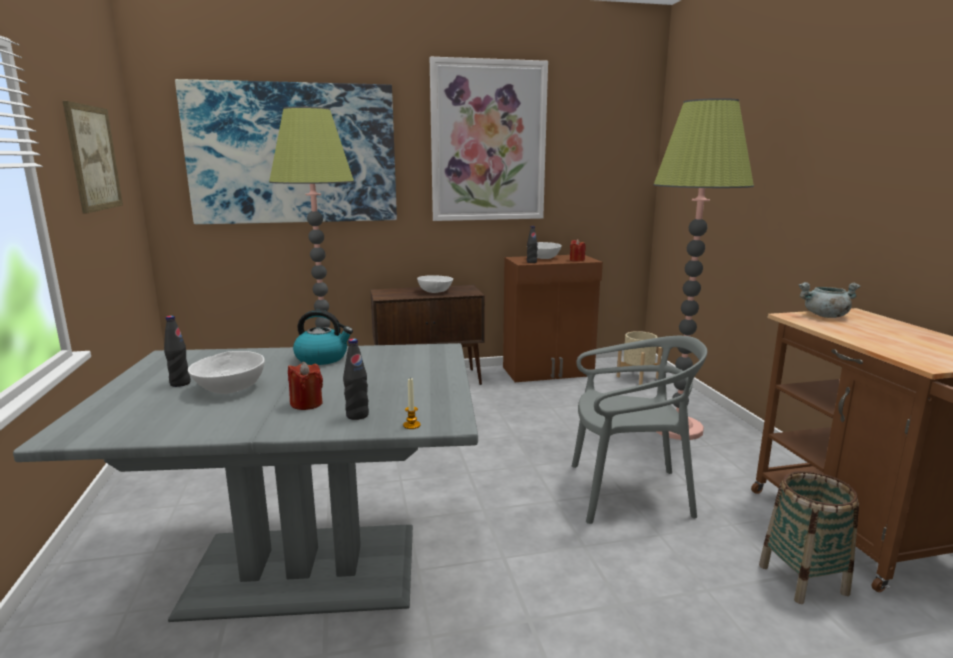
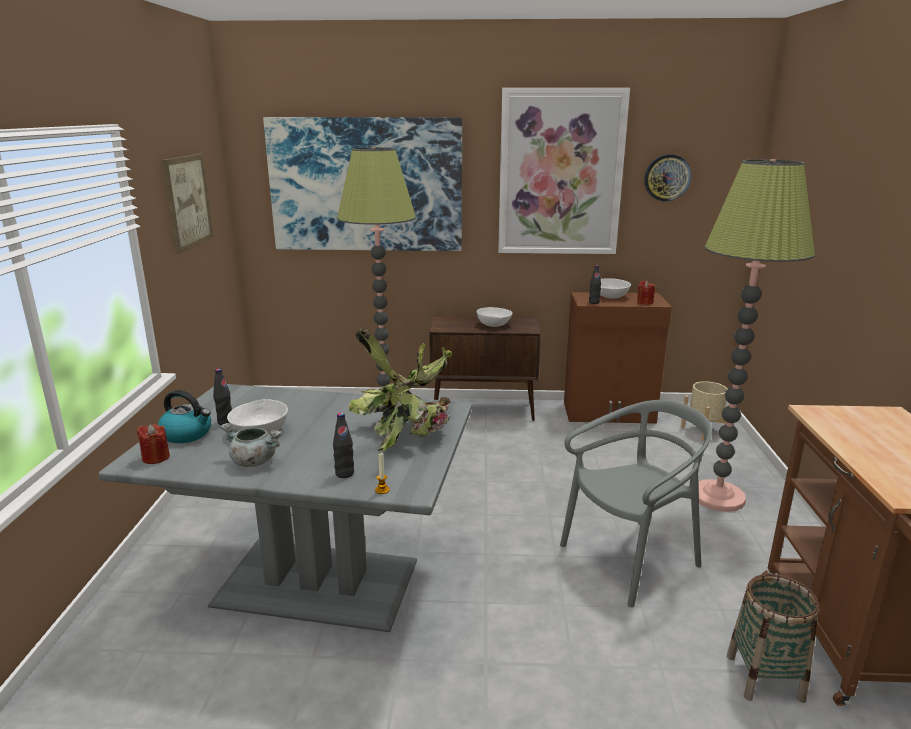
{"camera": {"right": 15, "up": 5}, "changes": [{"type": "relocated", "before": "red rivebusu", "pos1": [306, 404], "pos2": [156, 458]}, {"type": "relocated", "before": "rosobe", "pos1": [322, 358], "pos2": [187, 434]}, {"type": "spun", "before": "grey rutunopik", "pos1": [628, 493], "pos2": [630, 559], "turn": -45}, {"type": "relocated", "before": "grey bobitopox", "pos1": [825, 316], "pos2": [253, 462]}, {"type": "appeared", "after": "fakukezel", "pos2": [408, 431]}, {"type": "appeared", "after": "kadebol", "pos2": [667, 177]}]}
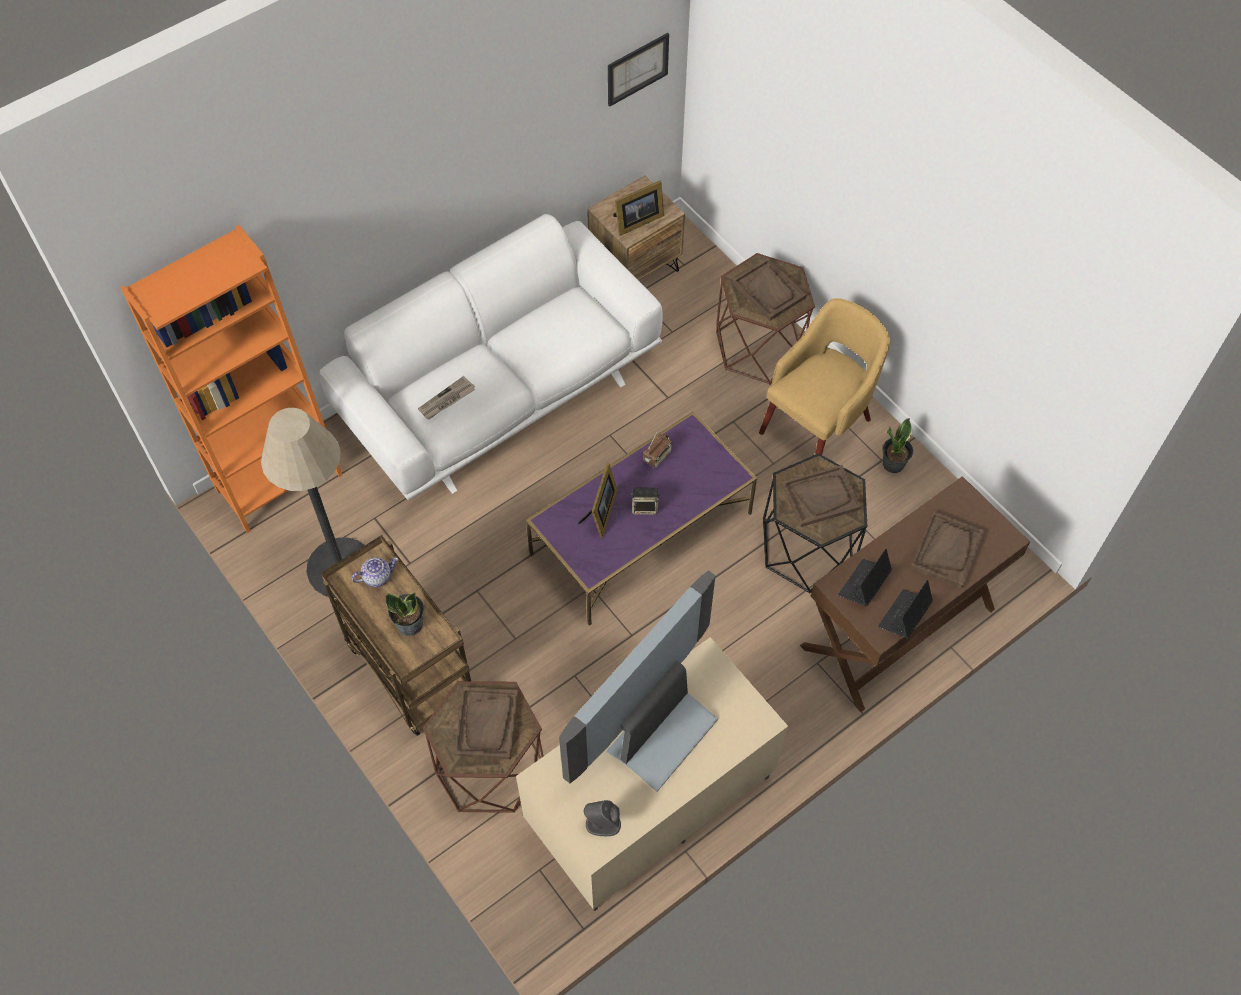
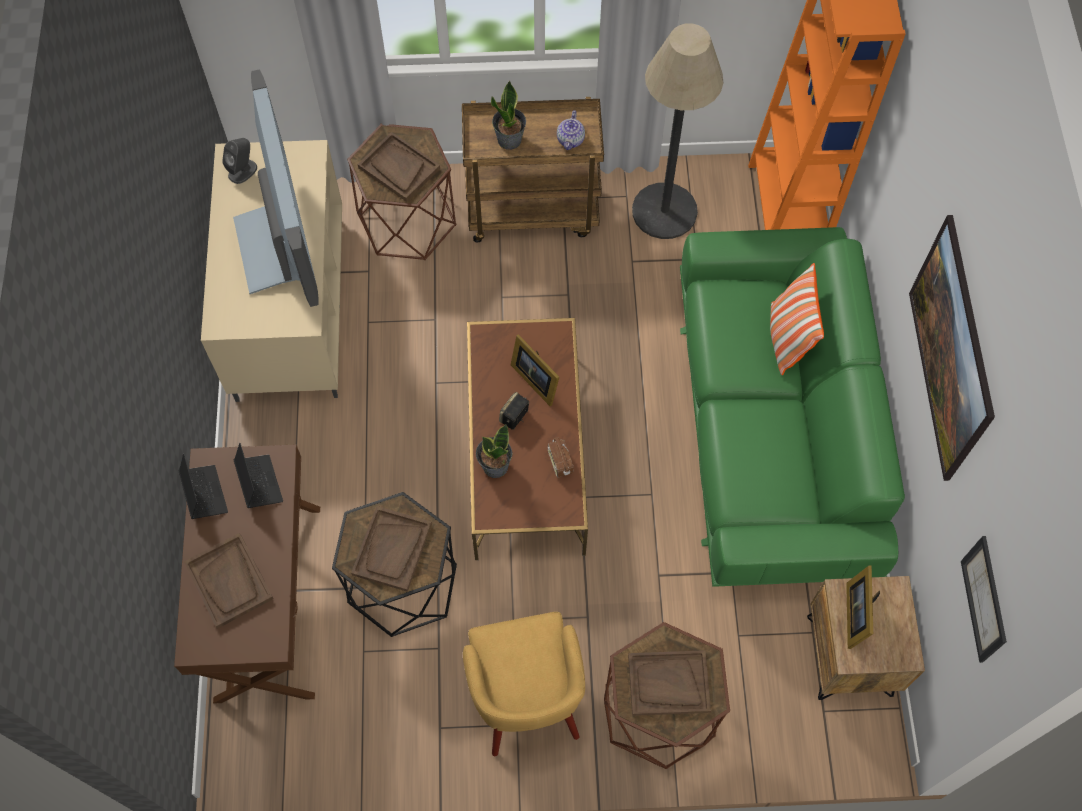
{"camera": {"right": 125, "up": 5}, "changes": [{"type": "colour", "before": "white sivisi", "after": "green sivisi", "pos1": [500, 389], "pos2": [771, 431]}, {"type": "missing", "before": "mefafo", "pos1": [446, 400]}, {"type": "colour", "before": "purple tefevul", "after": "brown tefevul", "pos1": [641, 533], "pos2": [526, 453]}, {"type": "relocated", "before": "fakukezel", "pos1": [893, 464], "pos2": [494, 466]}, {"type": "appeared", "after": "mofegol", "pos2": [787, 338]}, {"type": "appeared", "after": "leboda", "pos2": [940, 367]}]}
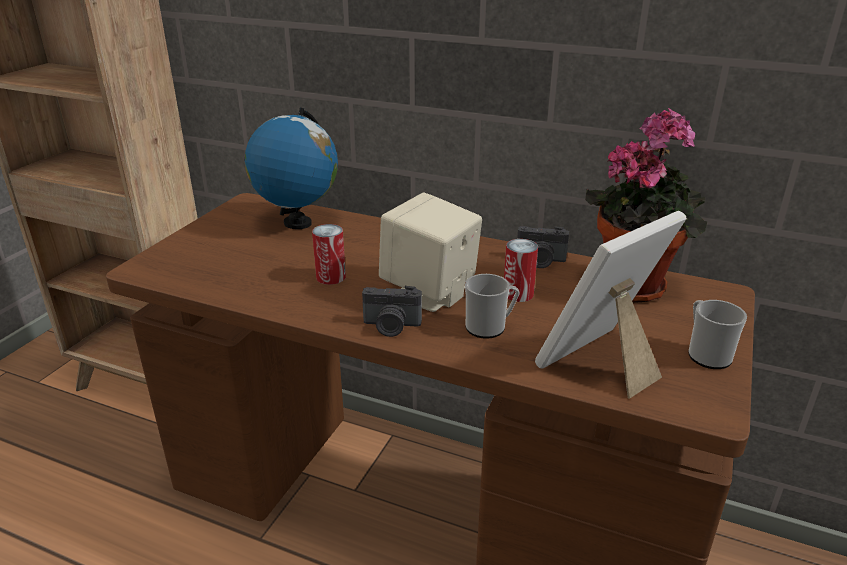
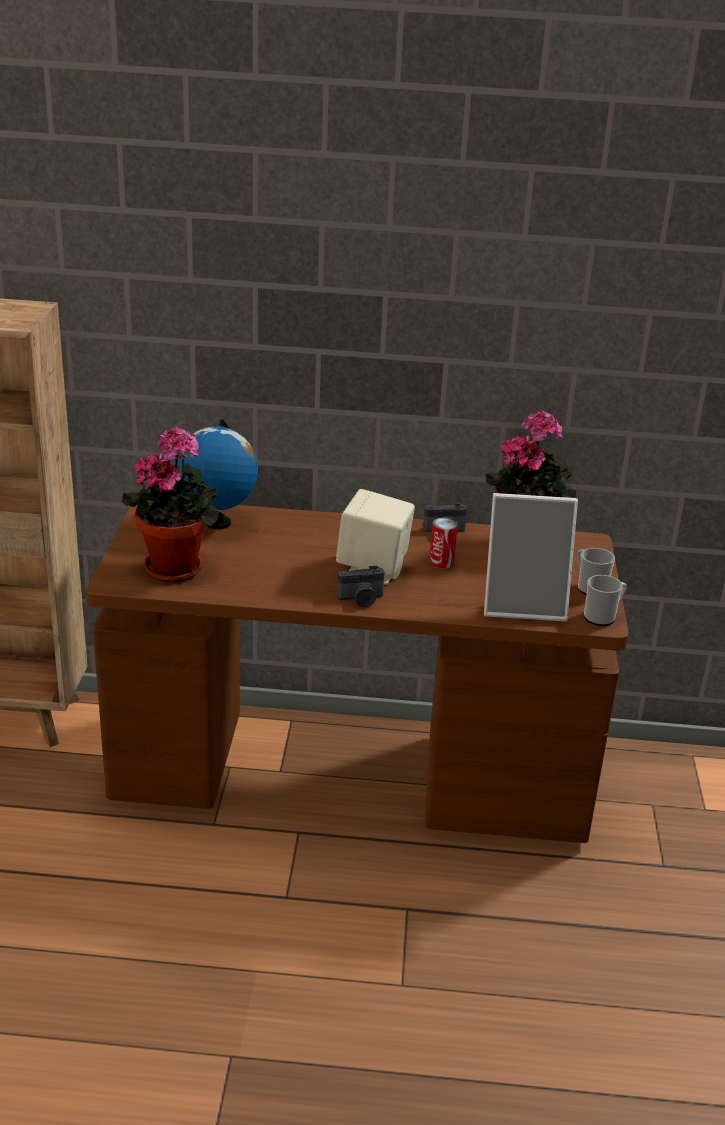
{"camera": {"right": -20, "up": 0}, "changes": [{"type": "missing", "before": "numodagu", "pos1": [331, 277]}, {"type": "relocated", "before": "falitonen", "pos1": [490, 327], "pos2": [602, 617]}, {"type": "spun", "before": "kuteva", "pos1": [602, 364], "pos2": [524, 604], "turn": -120}, {"type": "appeared", "after": "fakukezel", "pos2": [177, 566]}]}
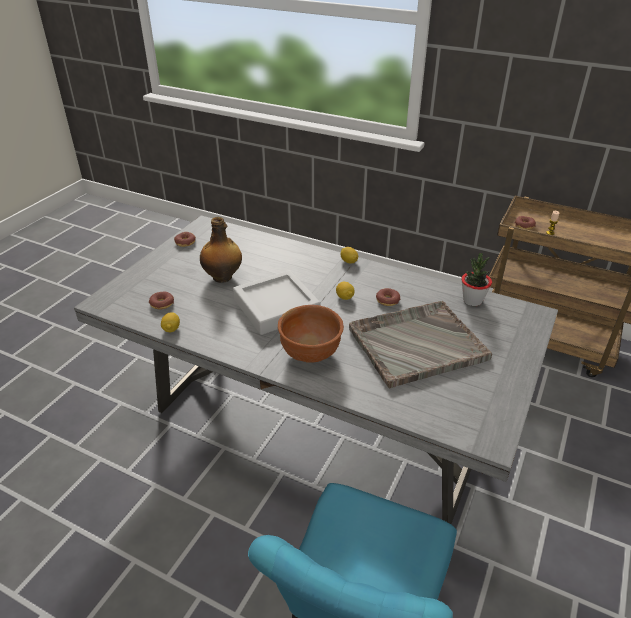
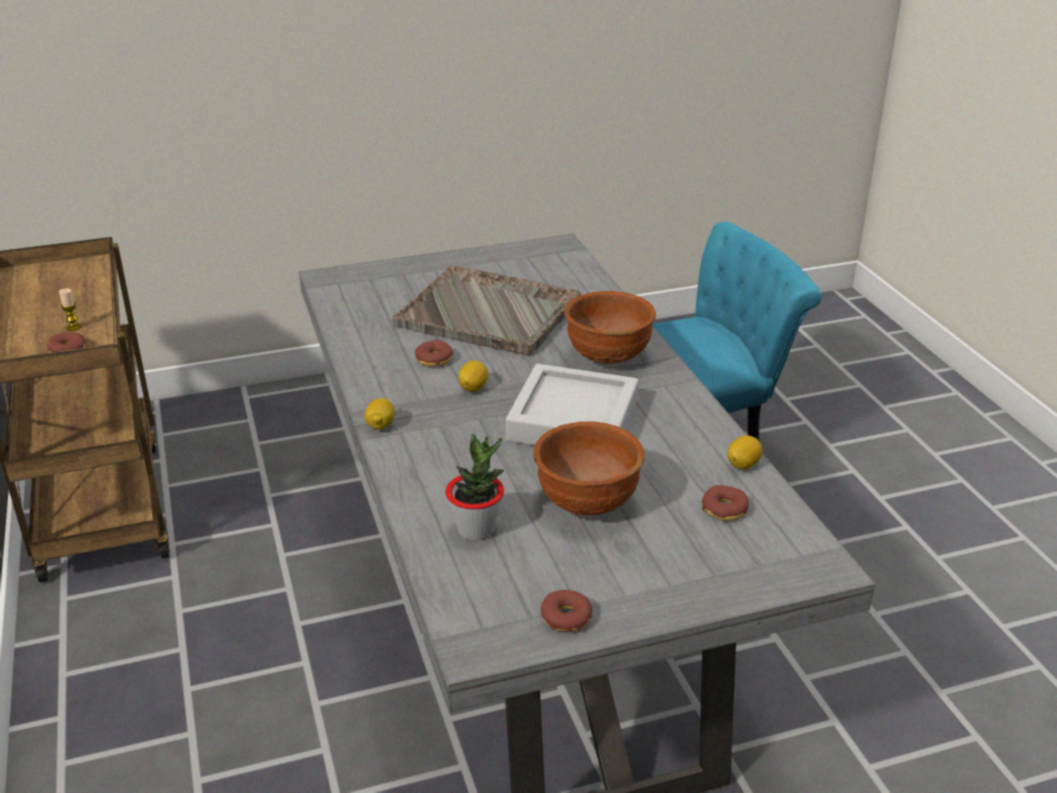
{"camera": {"right": -135, "up": -5}, "changes": [{"type": "exchanged", "before": "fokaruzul", "after": "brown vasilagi", "pos1": [223, 277], "pos2": [586, 503]}, {"type": "relocated", "before": "fakukezel", "pos1": [472, 301], "pos2": [476, 529]}]}
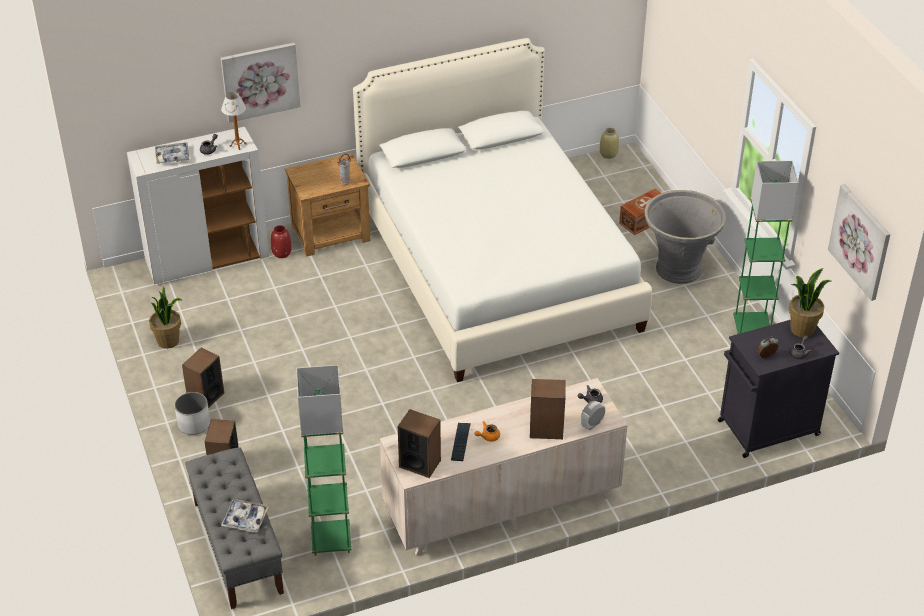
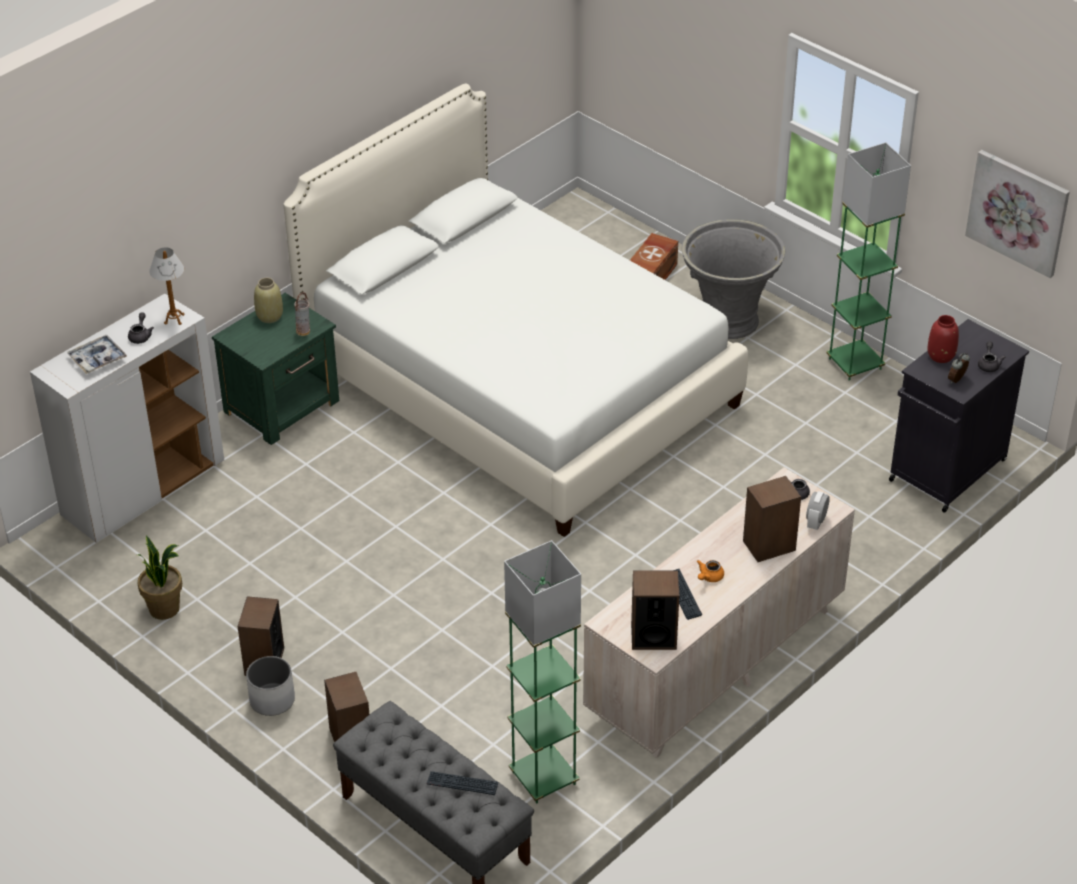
{"camera": {"right": -25, "up": 0}, "changes": [{"type": "missing", "before": "leboda", "pos1": [260, 81]}, {"type": "exchanged", "before": "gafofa", "after": "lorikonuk", "pos1": [245, 519], "pos2": [462, 784]}, {"type": "relocated", "before": "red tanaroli", "pos1": [282, 253], "pos2": [941, 355]}, {"type": "colour", "before": "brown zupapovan", "after": "green zupapovan", "pos1": [332, 233], "pos2": [283, 406]}, {"type": "relocated", "before": "beige tanaroli", "pos1": [608, 154], "pos2": [269, 316]}, {"type": "missing", "before": "fakukezel", "pos1": [802, 329]}]}
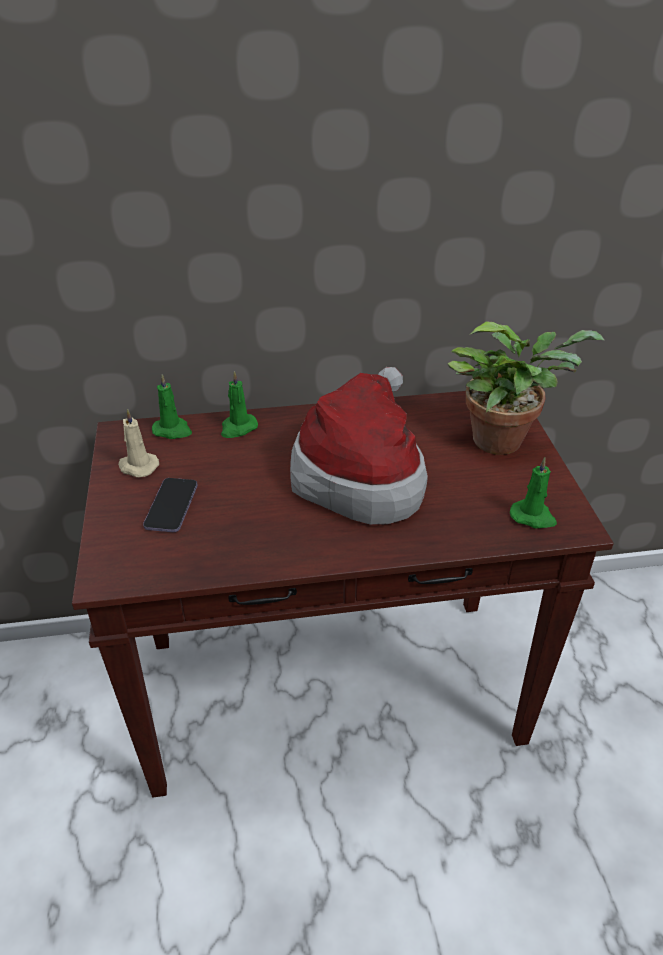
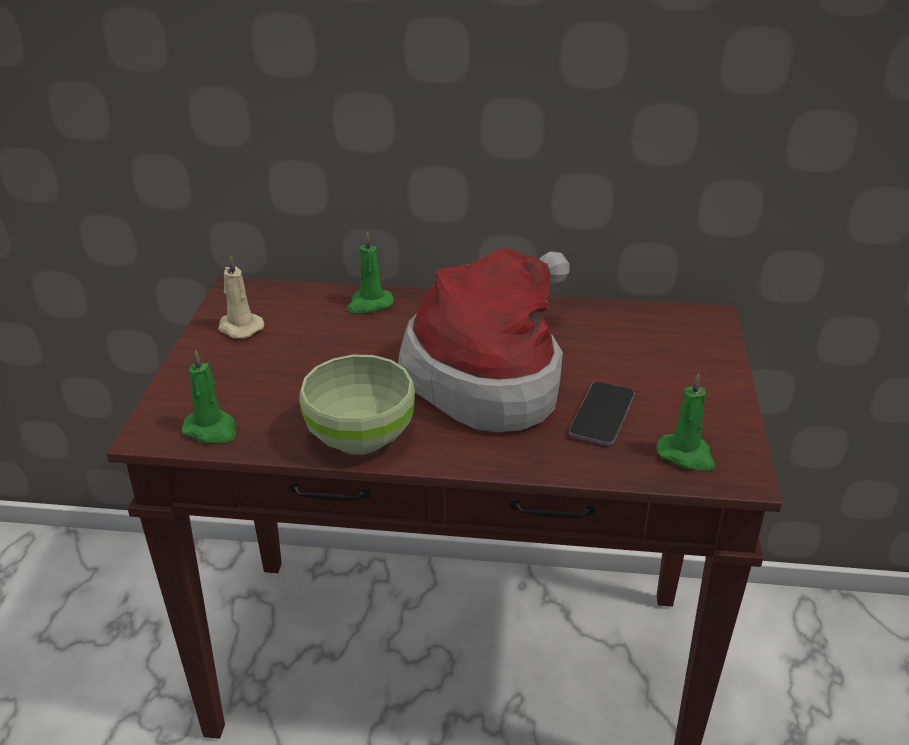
{"camera": {"right": 15, "up": -5}, "changes": [{"type": "relocated", "before": "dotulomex", "pos1": [171, 506], "pos2": [602, 416]}, {"type": "relocated", "before": "green rivebusu", "pos1": [173, 430], "pos2": [211, 430]}, {"type": "missing", "before": "fakukezel", "pos1": [503, 439]}, {"type": "appeared", "after": "green vasilagi", "pos2": [360, 436]}]}
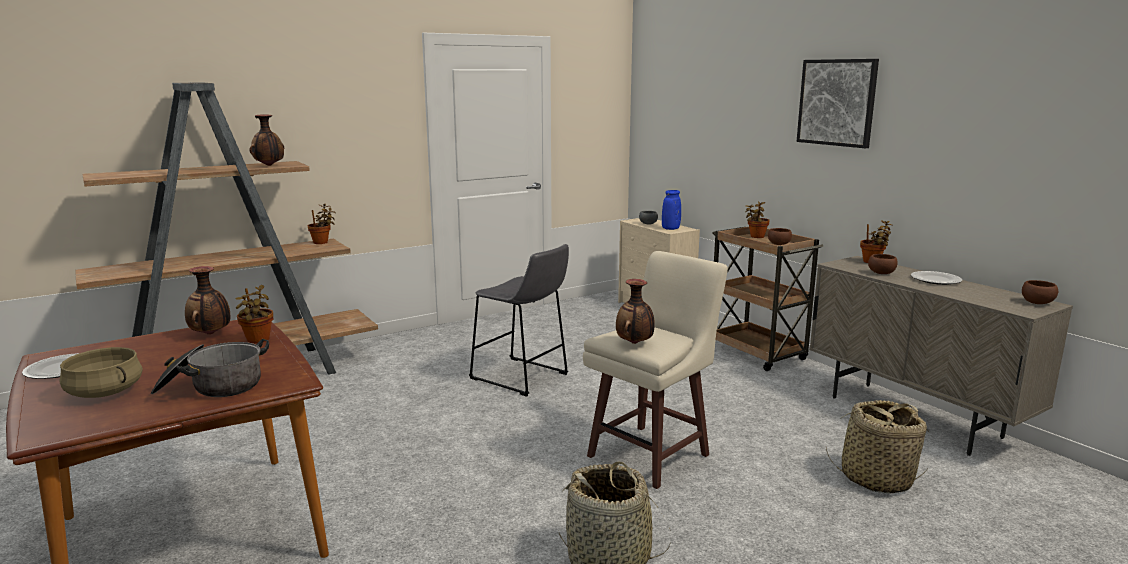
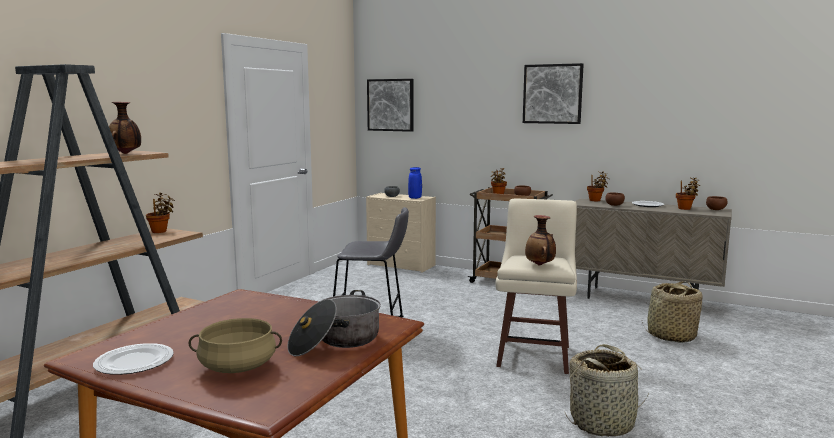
{"camera": {"right": -30, "up": -5}, "changes": [{"type": "missing", "before": "tanaroli", "pos1": [211, 334]}, {"type": "relocated", "before": "fakukezel", "pos1": [258, 340], "pos2": [686, 209]}, {"type": "appeared", "after": "leboda", "pos2": [390, 105]}]}
